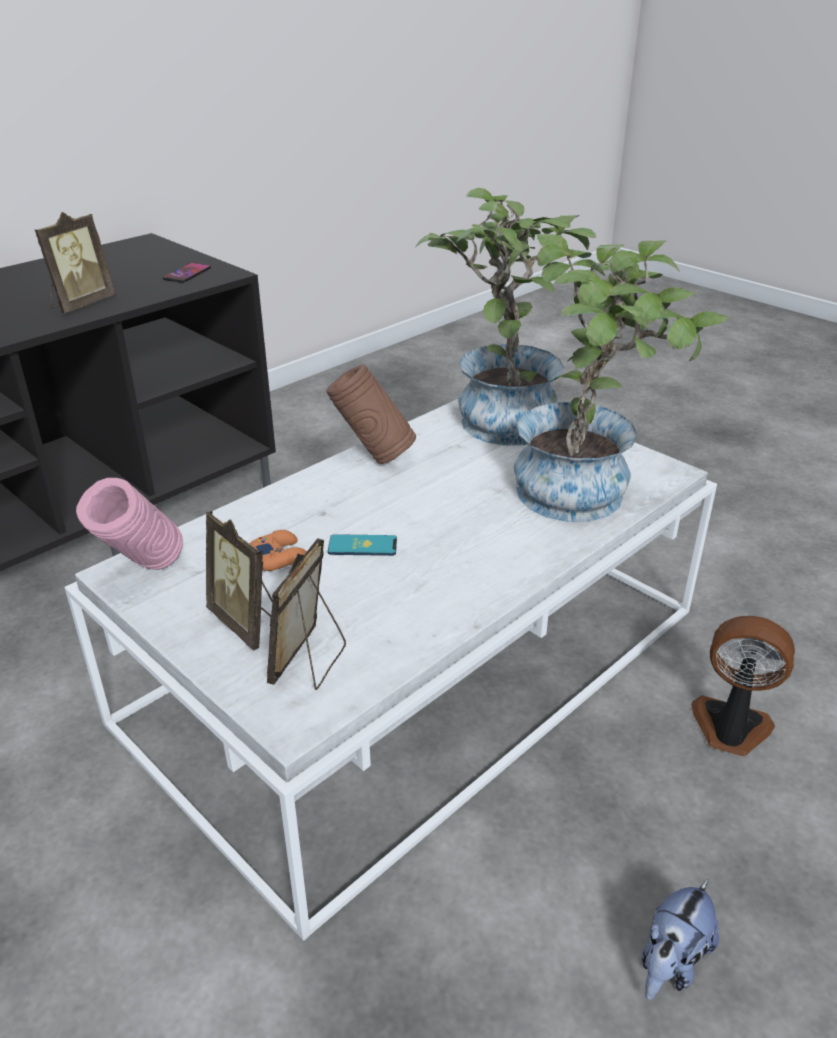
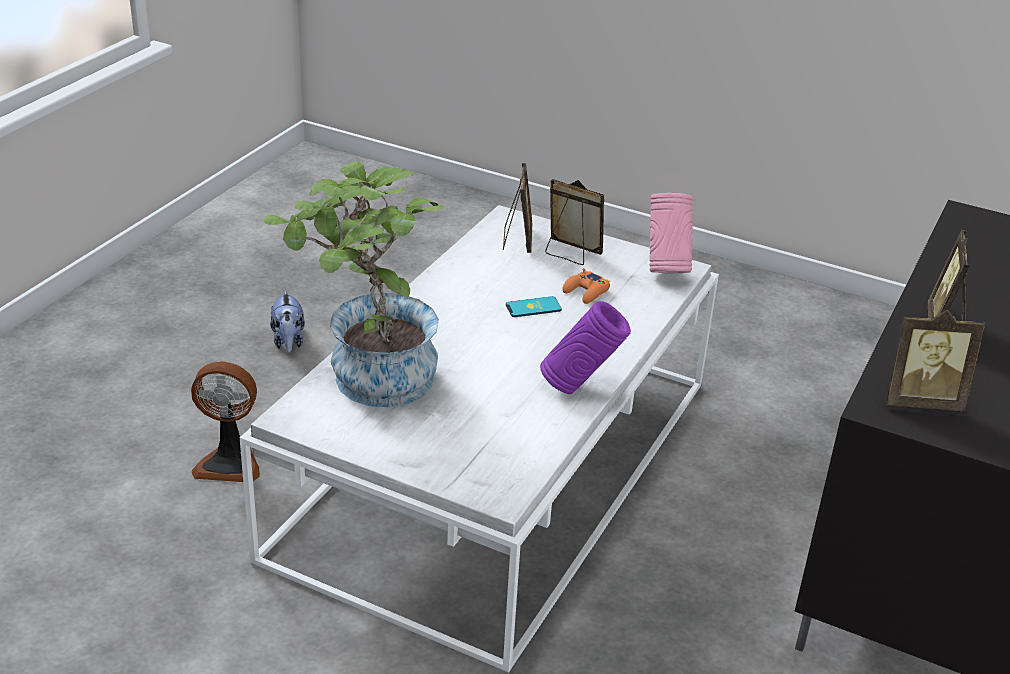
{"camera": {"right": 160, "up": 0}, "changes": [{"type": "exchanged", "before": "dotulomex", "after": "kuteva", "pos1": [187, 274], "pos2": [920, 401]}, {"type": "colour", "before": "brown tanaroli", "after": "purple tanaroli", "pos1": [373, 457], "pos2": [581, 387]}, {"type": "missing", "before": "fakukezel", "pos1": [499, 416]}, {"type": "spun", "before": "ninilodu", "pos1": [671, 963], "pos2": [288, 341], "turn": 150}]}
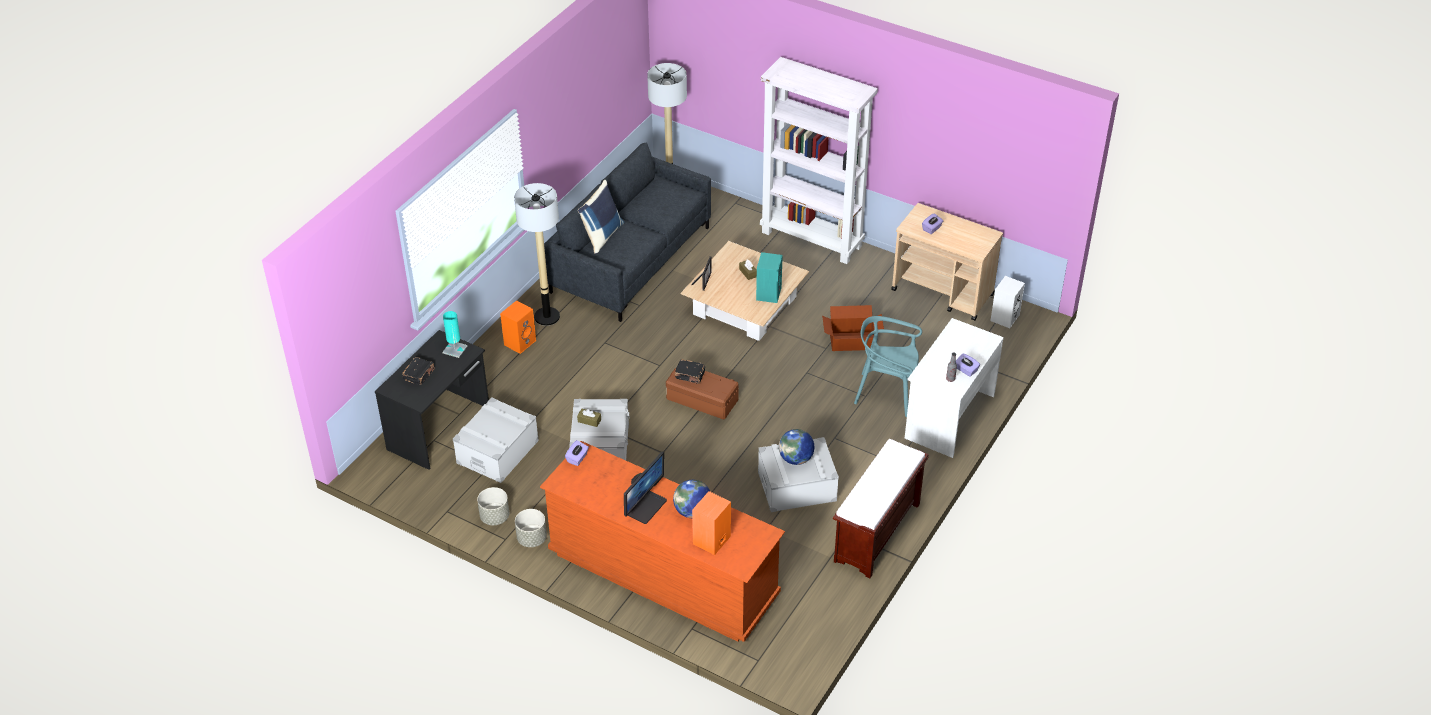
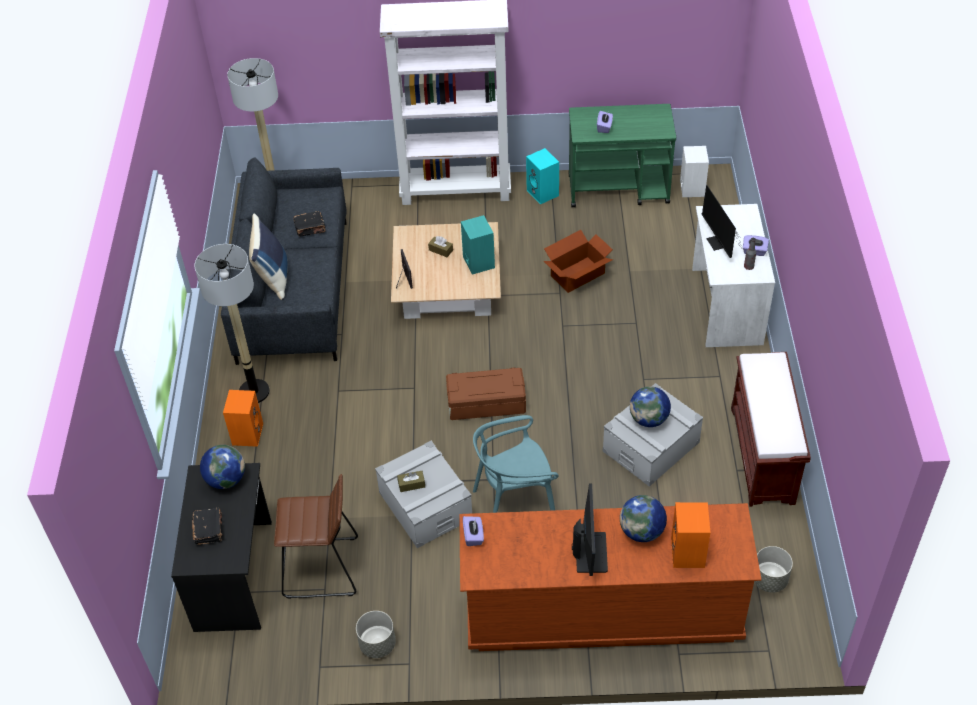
{"camera": {"right": -30, "up": 5}, "changes": [{"type": "exchanged", "before": "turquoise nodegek", "after": "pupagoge", "pos1": [455, 349], "pos2": [226, 479]}, {"type": "exchanged", "before": "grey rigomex", "after": "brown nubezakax", "pos1": [497, 452], "pos2": [321, 568]}, {"type": "relocated", "before": "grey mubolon", "pos1": [532, 539], "pos2": [770, 580]}, {"type": "relocated", "before": "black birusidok", "pos1": [690, 375], "pos2": [310, 228]}, {"type": "relocated", "before": "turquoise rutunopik", "pos1": [886, 393], "pos2": [514, 502]}, {"type": "colour", "before": "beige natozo", "after": "green natozo", "pos1": [943, 293], "pos2": [619, 189]}, {"type": "appeared", "after": "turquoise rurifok", "pos2": [543, 193]}, {"type": "appeared", "after": "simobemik", "pos2": [719, 245]}]}
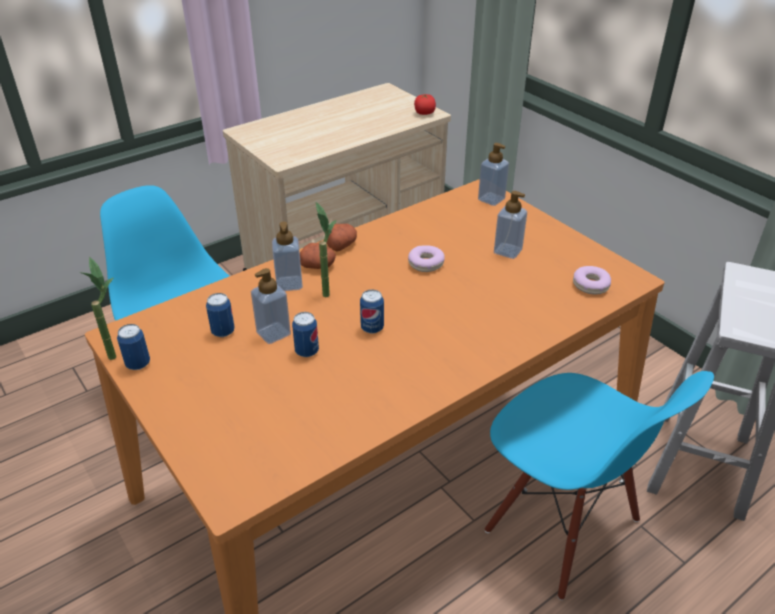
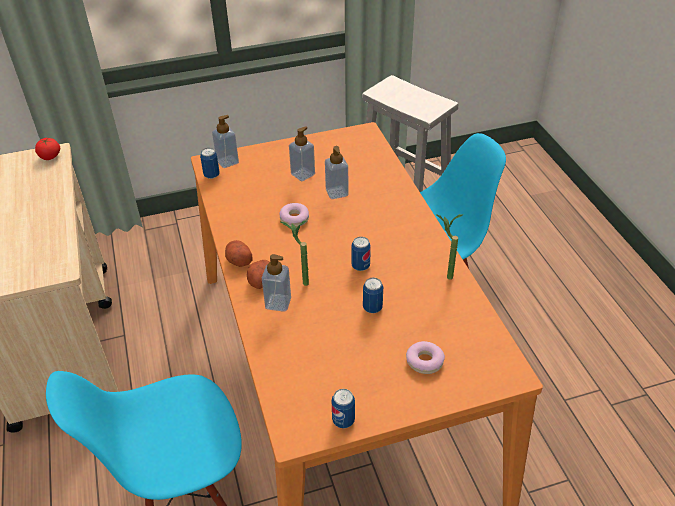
{"camera": {"right": -70, "up": 5}, "changes": [{"type": "relocated", "before": "fakukezel", "pos1": [115, 351], "pos2": [443, 275]}, {"type": "relocated", "before": "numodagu", "pos1": [223, 331], "pos2": [211, 175]}, {"type": "relocated", "before": "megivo", "pos1": [273, 333], "pos2": [337, 192]}, {"type": "relocated", "before": "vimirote", "pos1": [590, 285], "pos2": [424, 361]}]}
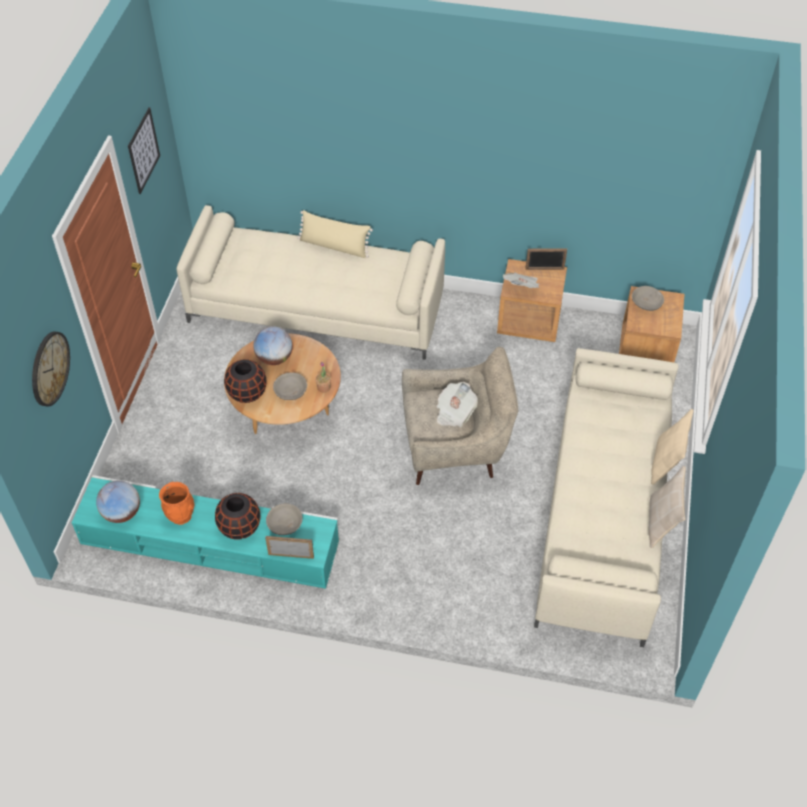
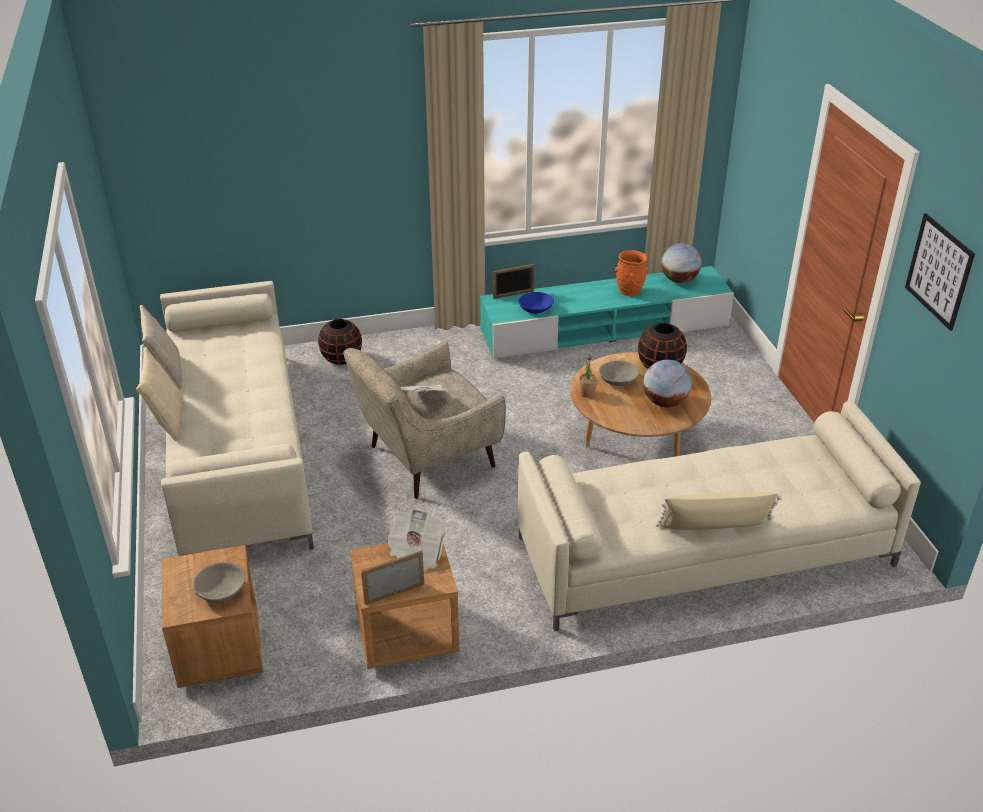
{"camera": {"right": 155, "up": -15}, "changes": [{"type": "missing", "before": "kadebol", "pos1": [49, 368]}, {"type": "relocated", "before": "black tanaroli", "pos1": [240, 527], "pos2": [341, 358]}, {"type": "colour", "before": "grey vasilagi", "after": "blue vasilagi", "pos1": [285, 524], "pos2": [536, 309]}]}
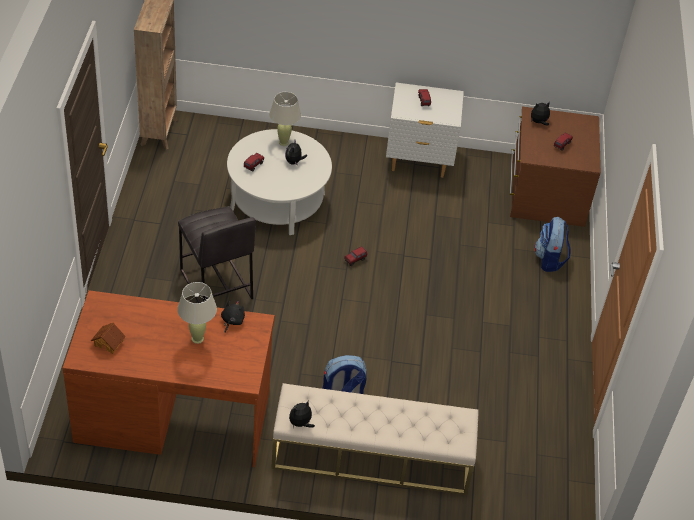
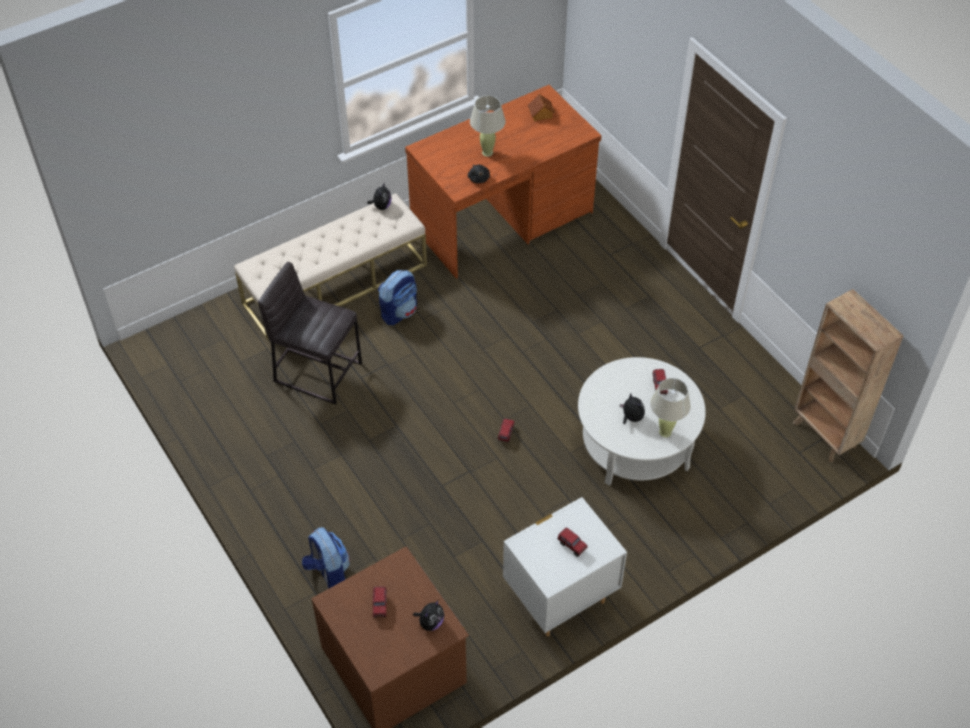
{"camera": {"right": 145, "up": 5}, "changes": [{"type": "relocated", "before": "grey nubezakax", "pos1": [215, 284], "pos2": [317, 371]}]}
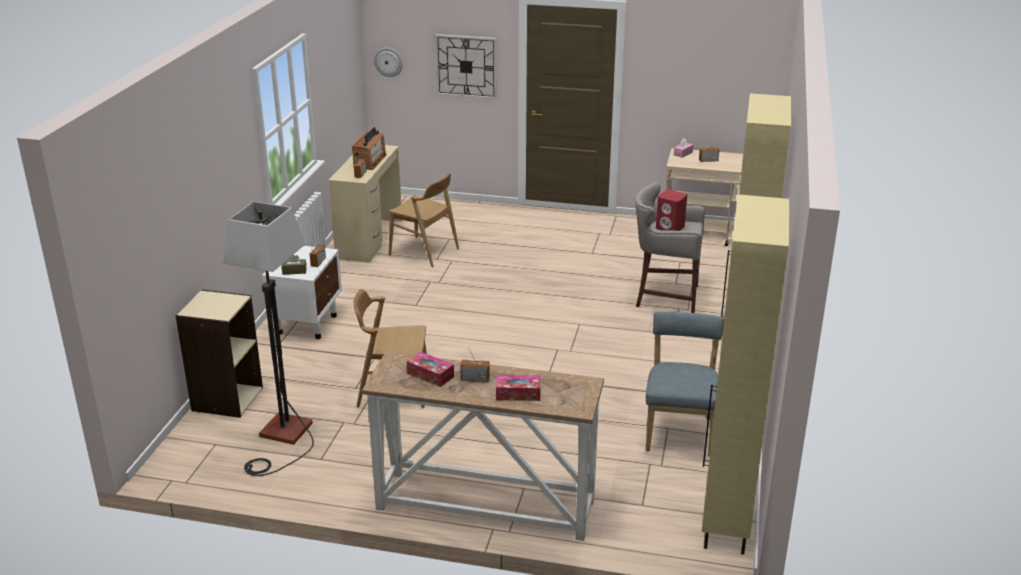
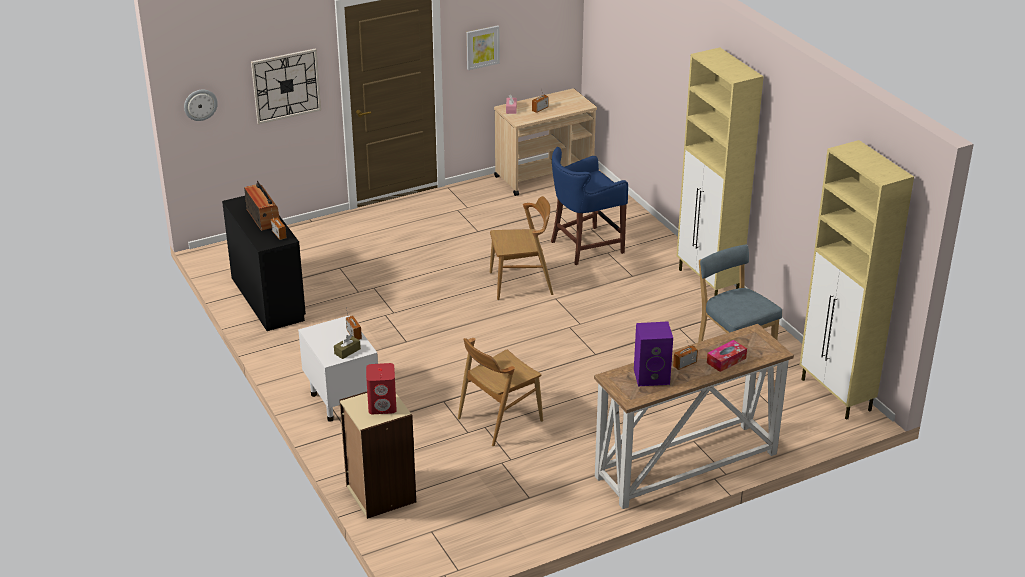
{"camera": {"right": -40, "up": 5}, "changes": [{"type": "missing", "before": "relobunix", "pos1": [282, 439]}, {"type": "colour", "before": "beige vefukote", "after": "black vefukote", "pos1": [369, 239], "pos2": [267, 298]}, {"type": "relocated", "before": "brown rutunopik", "pos1": [424, 252], "pos2": [521, 283]}, {"type": "exchanged", "before": "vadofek", "after": "purple rurifok", "pos1": [430, 375], "pos2": [652, 376]}, {"type": "colour", "before": "grey nubezakax", "after": "blue nubezakax", "pos1": [664, 296], "pos2": [584, 247]}, {"type": "relocated", "before": "red rurifok", "pos1": [670, 228], "pos2": [382, 406]}, {"type": "appeared", "after": "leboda", "pos2": [482, 47]}]}
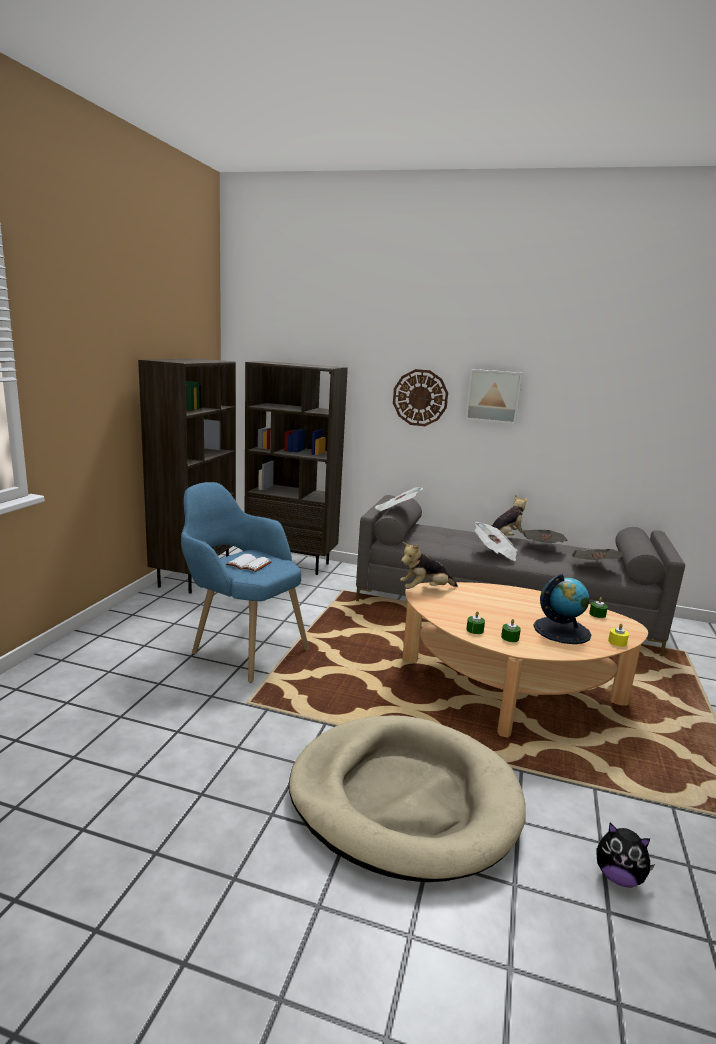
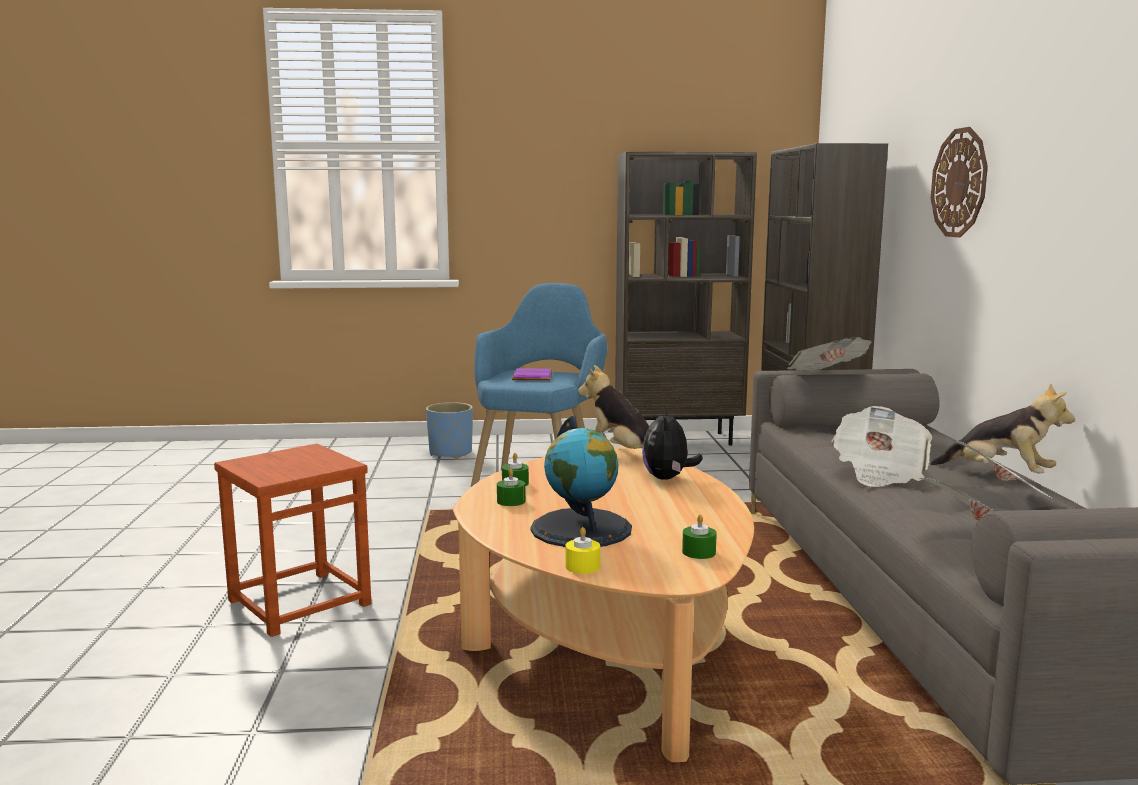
{"camera": {"right": 70, "up": -5}, "changes": [{"type": "colour", "before": "white birusidok", "after": "purple birusidok", "pos1": [247, 565], "pos2": [531, 377]}, {"type": "exchanged", "before": "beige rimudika", "after": "brown nubezakax", "pos1": [404, 799], "pos2": [299, 602]}, {"type": "missing", "before": "leboda", "pos1": [493, 396]}, {"type": "relocated", "before": "ninilodu", "pos1": [618, 877], "pos2": [668, 478]}, {"type": "appeared", "after": "blue mubolon", "pos2": [451, 453]}]}
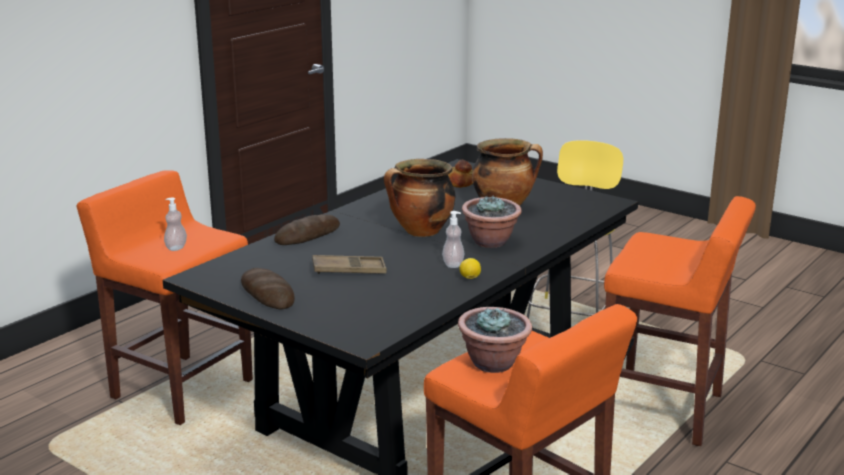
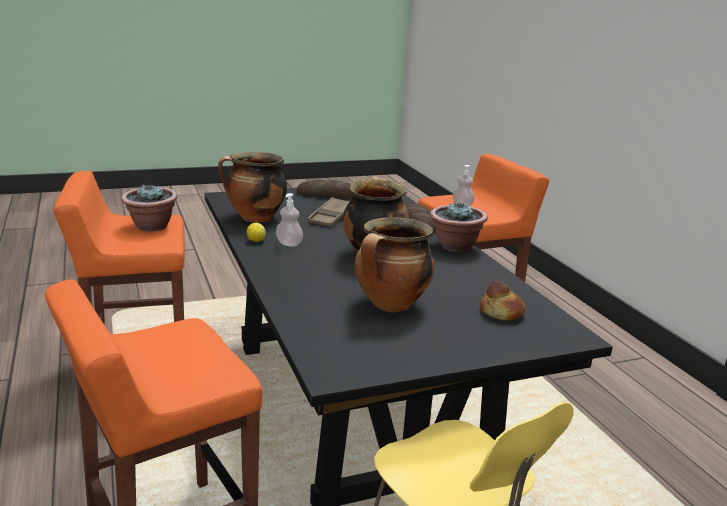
{"camera": {"right": 120, "up": 0}, "changes": [{"type": "relocated", "before": "fakukezel", "pos1": [491, 242], "pos2": [455, 246]}, {"type": "appeared", "after": "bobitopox", "pos2": [254, 218]}]}
